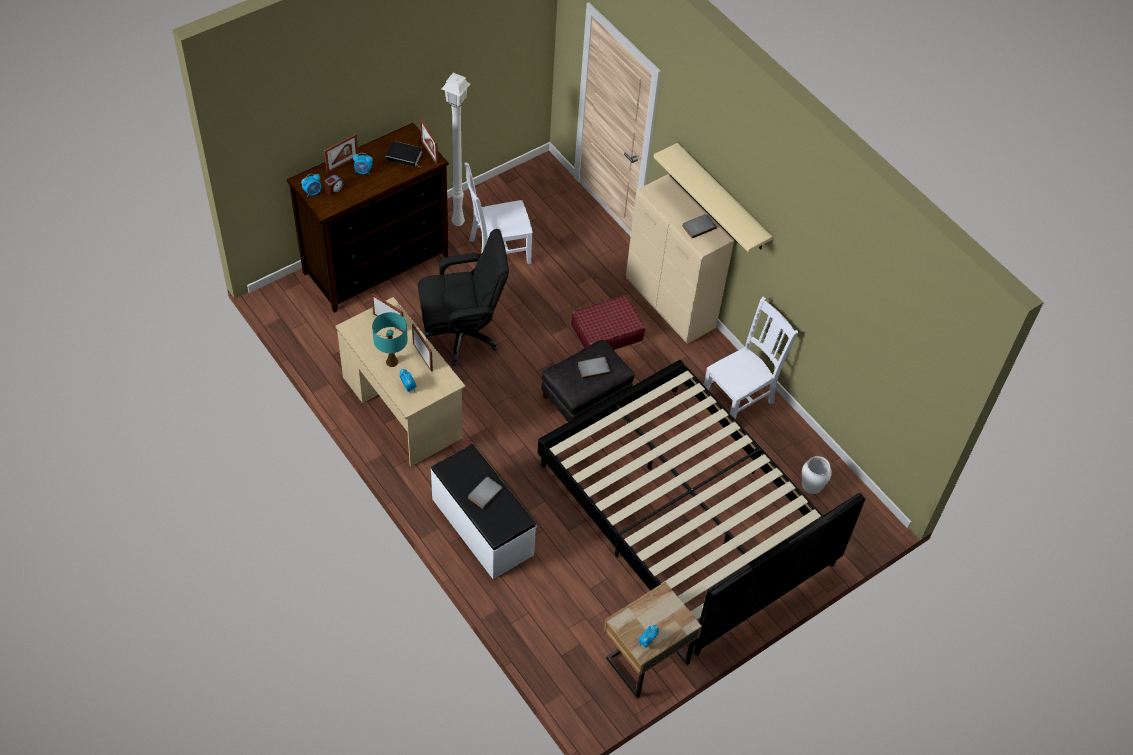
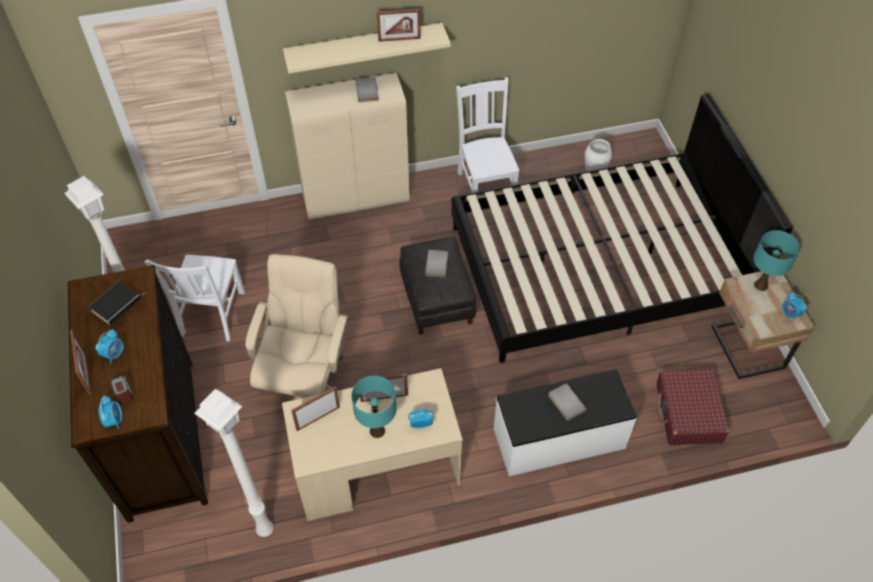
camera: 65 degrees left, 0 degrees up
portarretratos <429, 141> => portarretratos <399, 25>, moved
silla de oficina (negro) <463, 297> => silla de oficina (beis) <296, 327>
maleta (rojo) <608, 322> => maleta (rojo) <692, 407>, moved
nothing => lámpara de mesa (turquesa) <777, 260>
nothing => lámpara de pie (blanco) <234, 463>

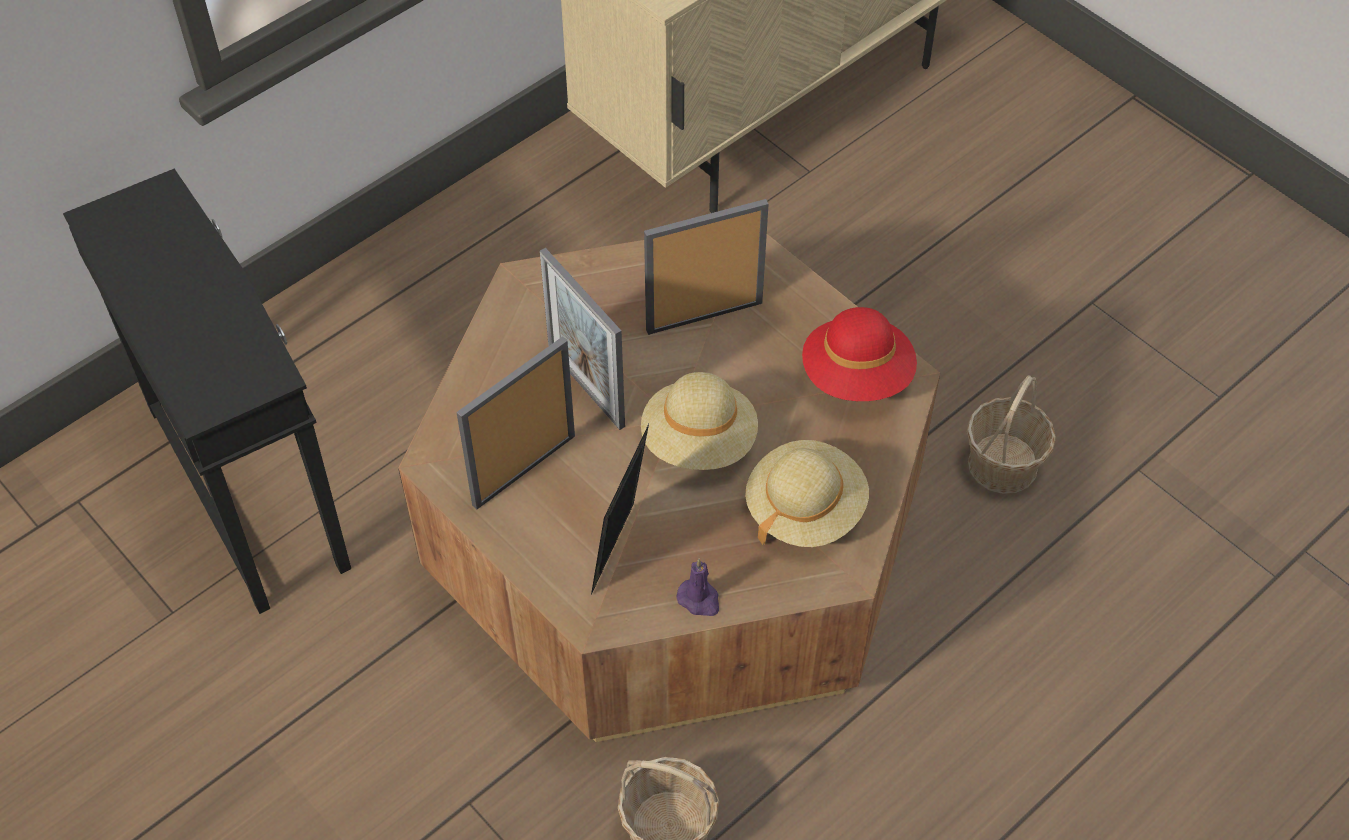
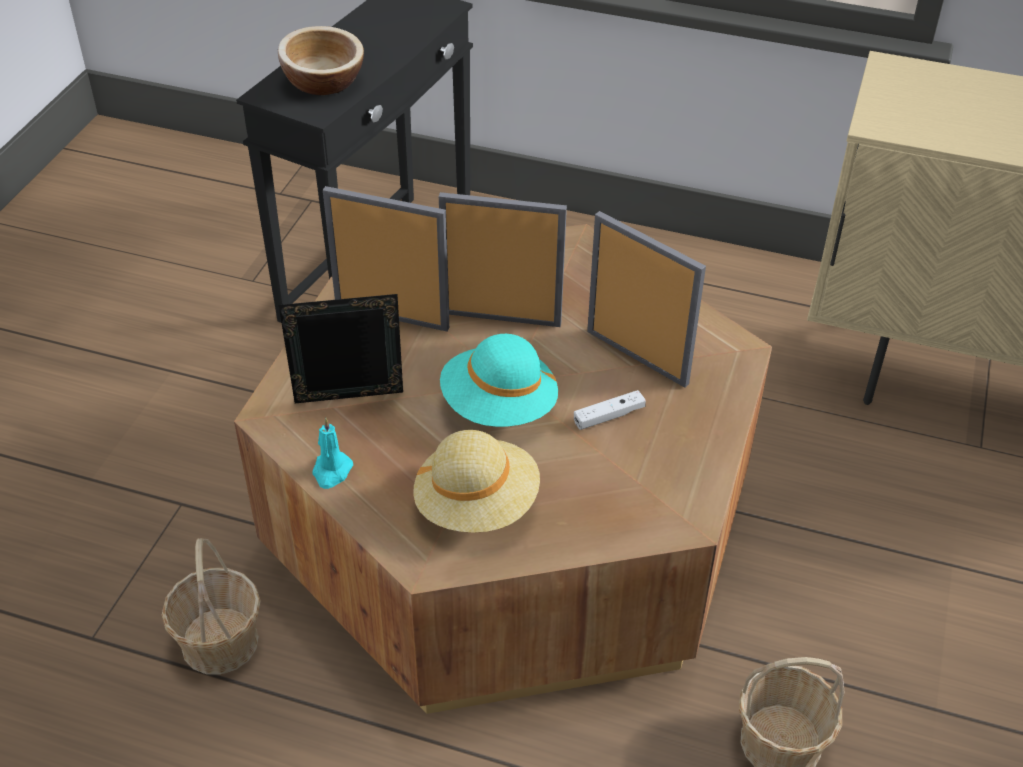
camera: 60 degrees right, 10 degrees down
portarretratos <582, 339> => portarretratos <503, 259>, 75 degrees clockwise
sombrero (rojo) <859, 354> => nothing
sombrero (beis) <699, 421> => sombrero (turquesa) <499, 380>
vela (morado) <697, 587> => vela (turquesa) <332, 453>
nothing => cuenco <321, 60>
nothing => mando de consola (blanco) <610, 410>

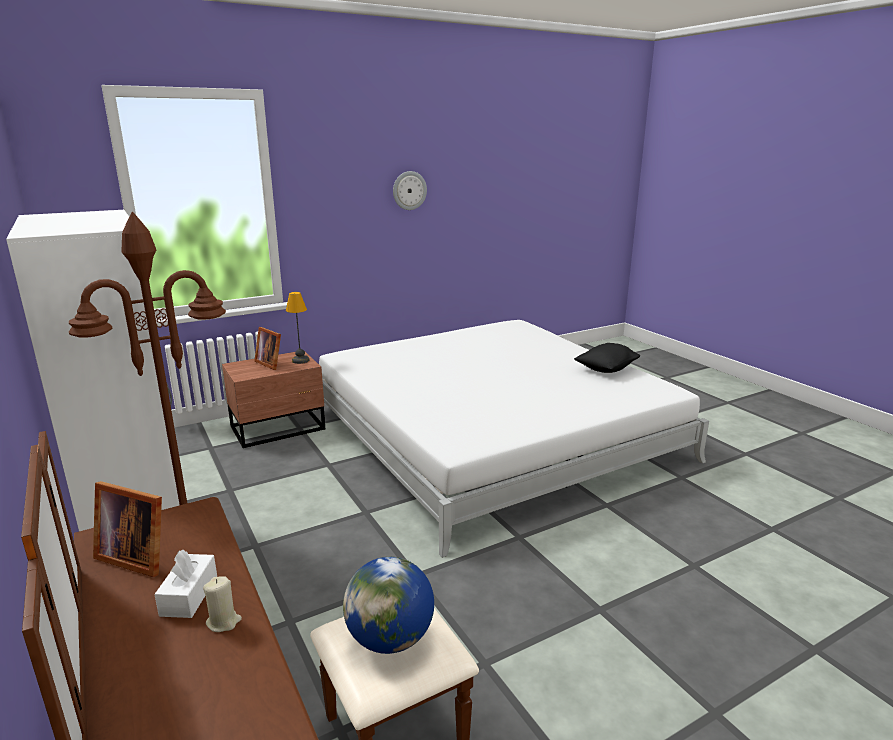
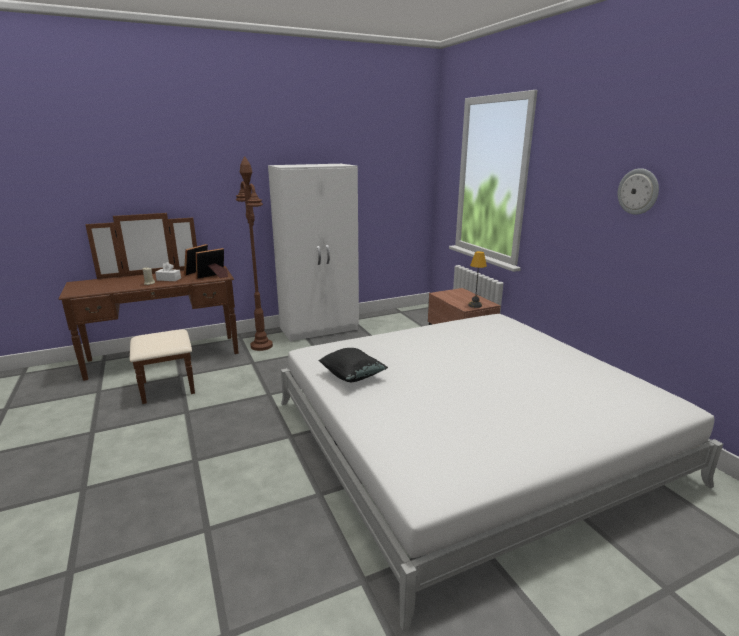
camera: 95 degrees right, 0 degrees up
portarretratos <267, 348> => portarretratos <212, 263>, moved
cojín (negro) <607, 358> => cojín (negro) <353, 365>, moved
globo terráqueo <388, 605> => nothing

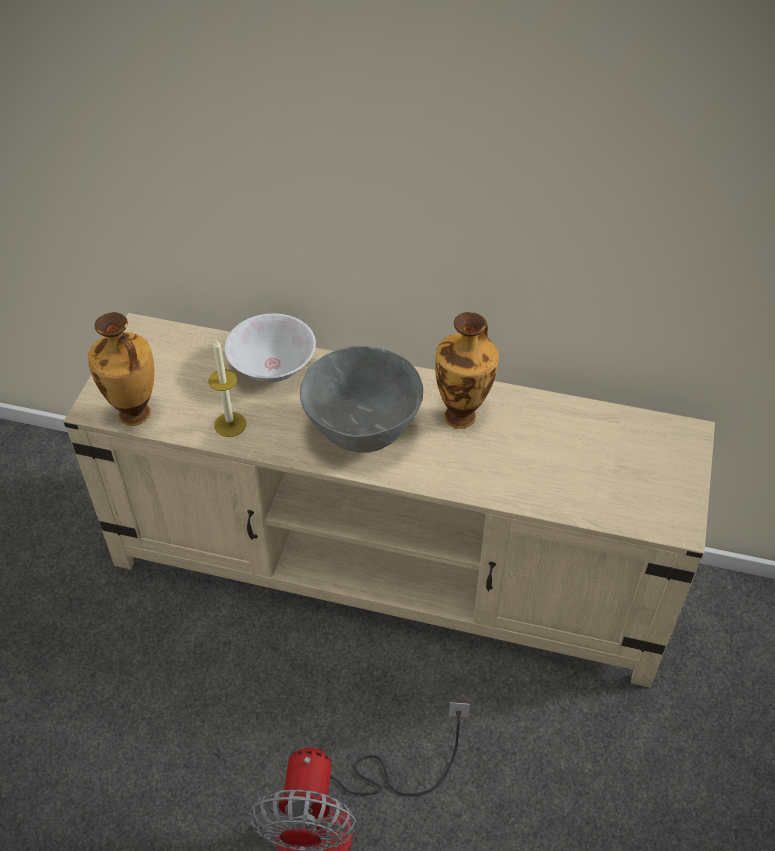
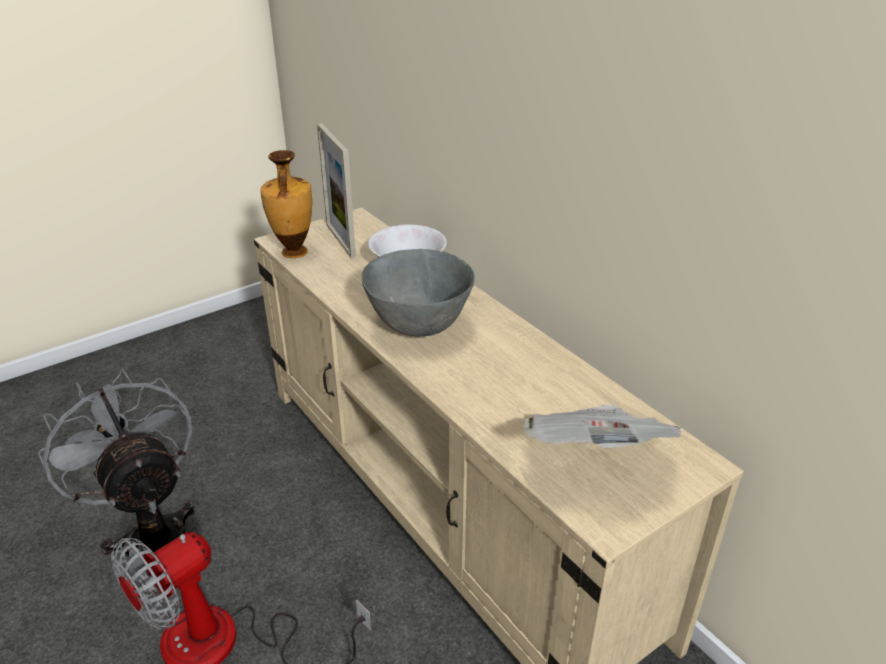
camera: 40 degrees right, 15 degrees down
florero <467, 370> => nothing
vela <227, 388> => nothing
nothing => portarretratos <336, 190>
nothing => ventilador (gris) <116, 462>
nothing => periódico <602, 427>

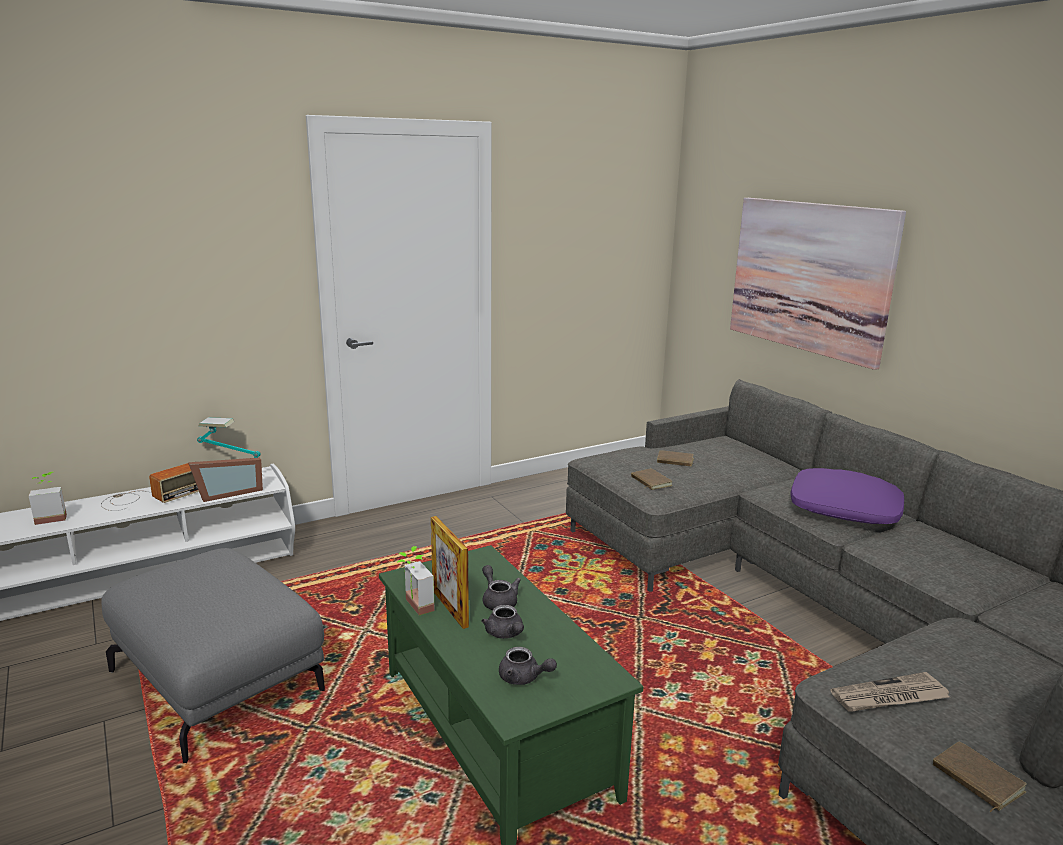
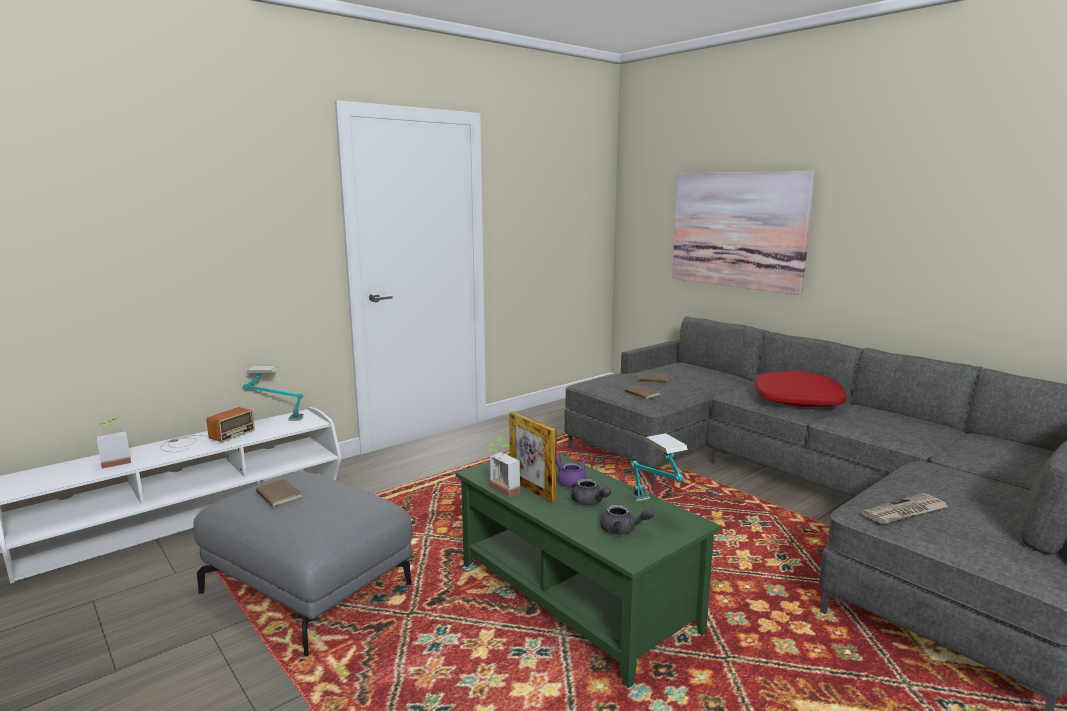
camera: 10 degrees left, 5 degrees down
portarretratos <225, 480> => nothing
cojín (morado) <847, 496> => cojín (rojo) <801, 389>
tetera (gris) <501, 587> => tetera (morado) <571, 470>
libro (marrón) <980, 776> => libro (marrón) <279, 493>, moved
nothing => lámpara de mesa <657, 468>

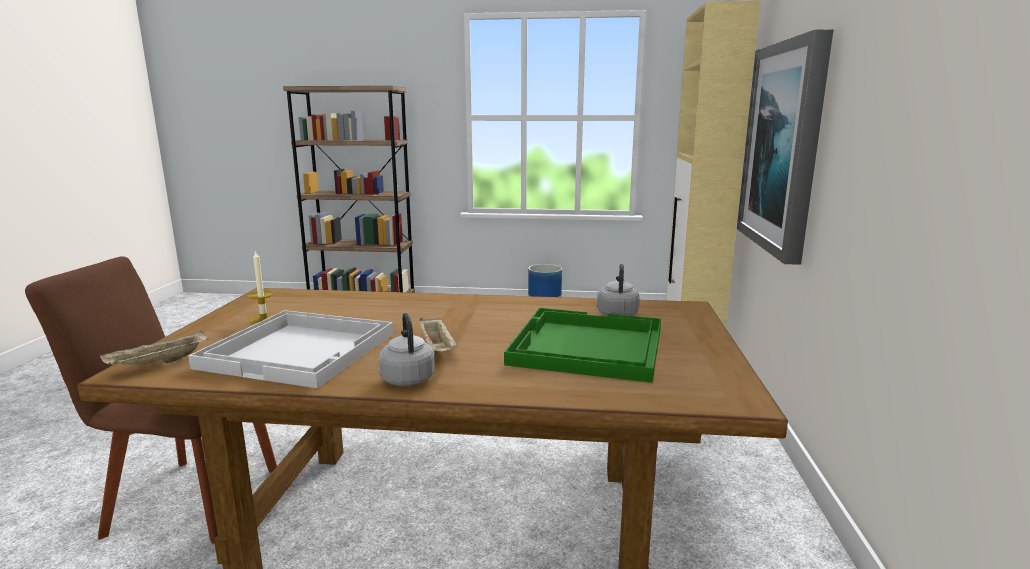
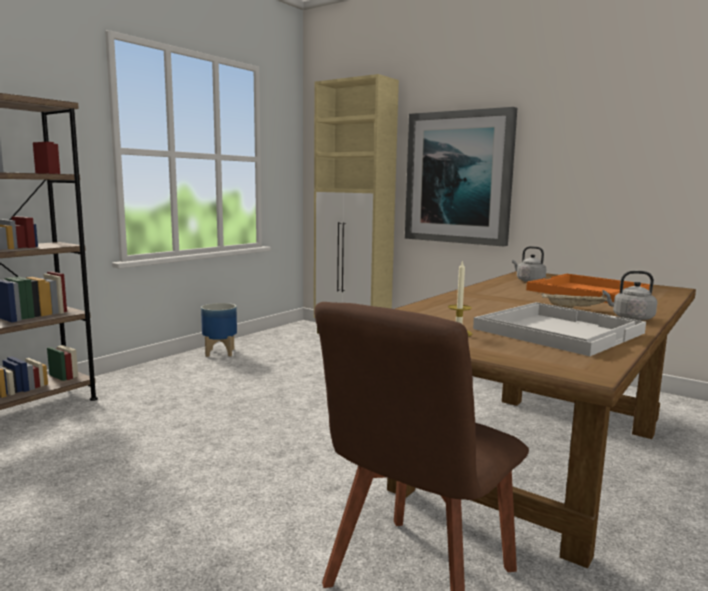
camera: 60 degrees left, 5 degrees down
bandeja (verde) <582, 345> => bandeja (naranja) <588, 288>
bandeja (beis) <154, 347> => nothing

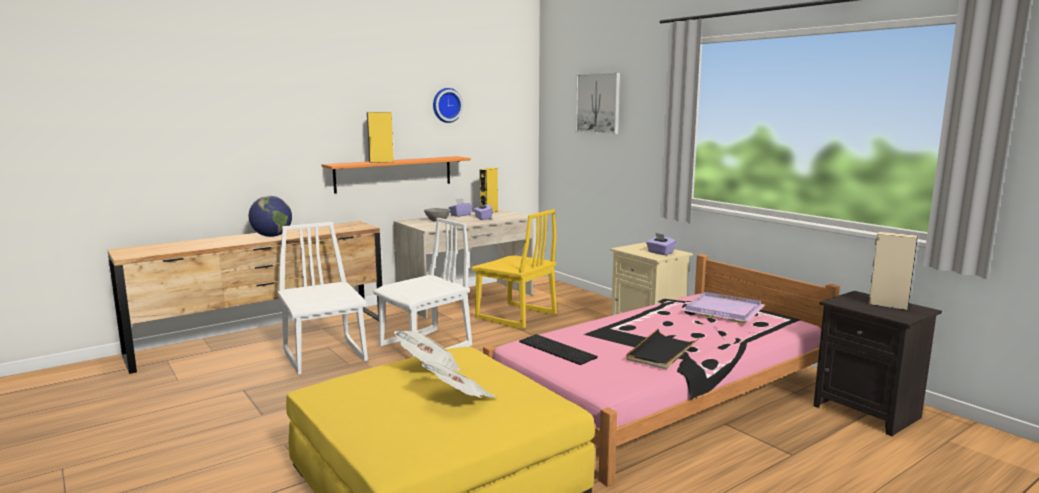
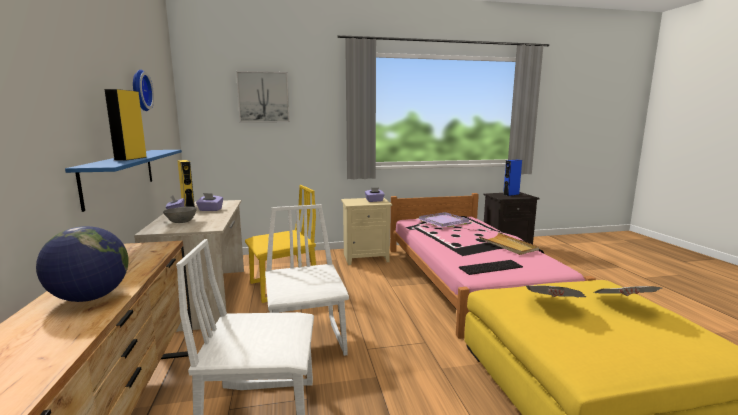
camera: 65 degrees left, 0 degrees up
estante (naranja) <396, 174> => estante (azul) <123, 181>
altavoz (beis) <893, 271> => altavoz (azul) <512, 178>
bandeja (negro) <663, 349> => bandeja (beis) <509, 244>

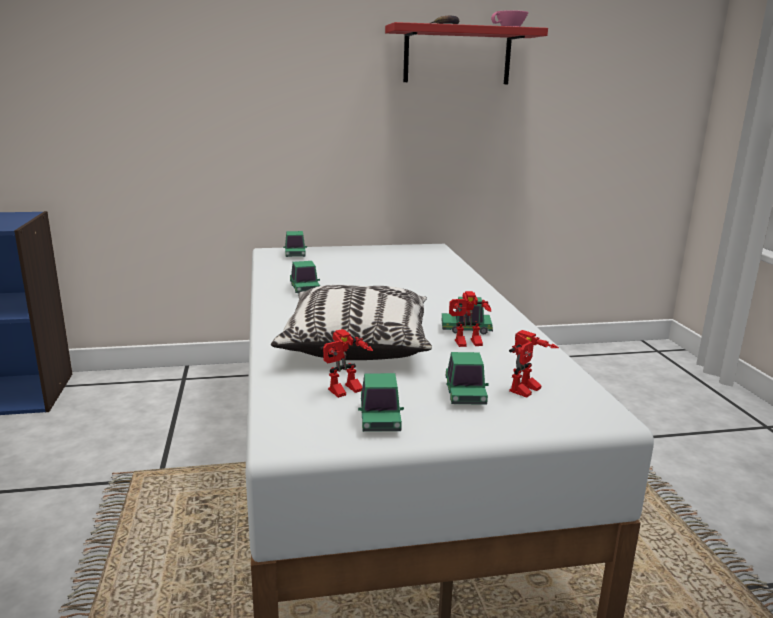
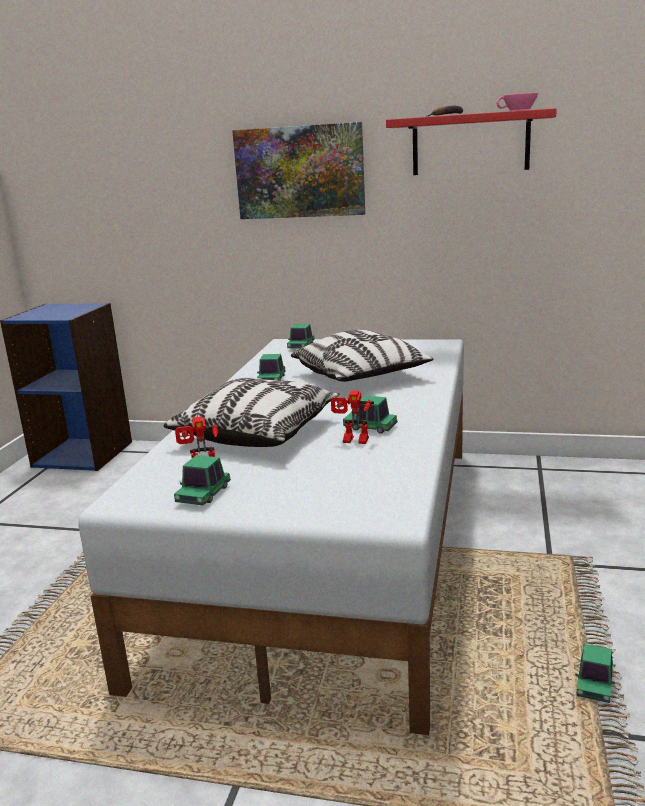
camera: 25 degrees right, 0 degrees up
robot de juguete <534, 364> => nothing
coche de juguete <467, 378> => coche de juguete <595, 673>, moved
nothing => cuadro <298, 170>
nothing => cojín <362, 356>

